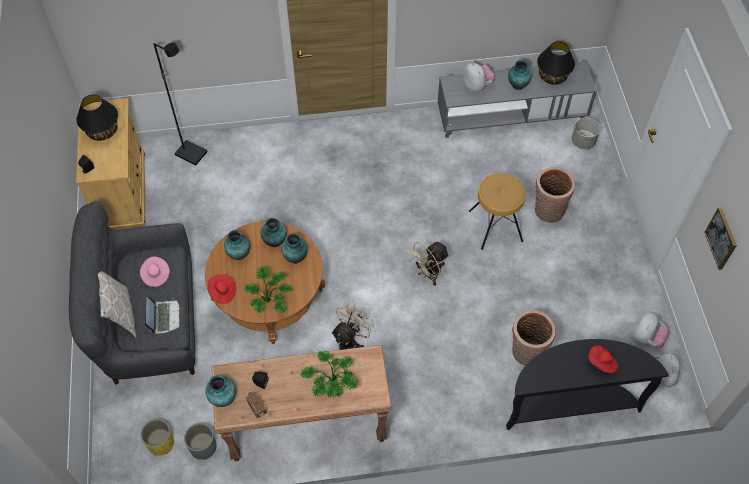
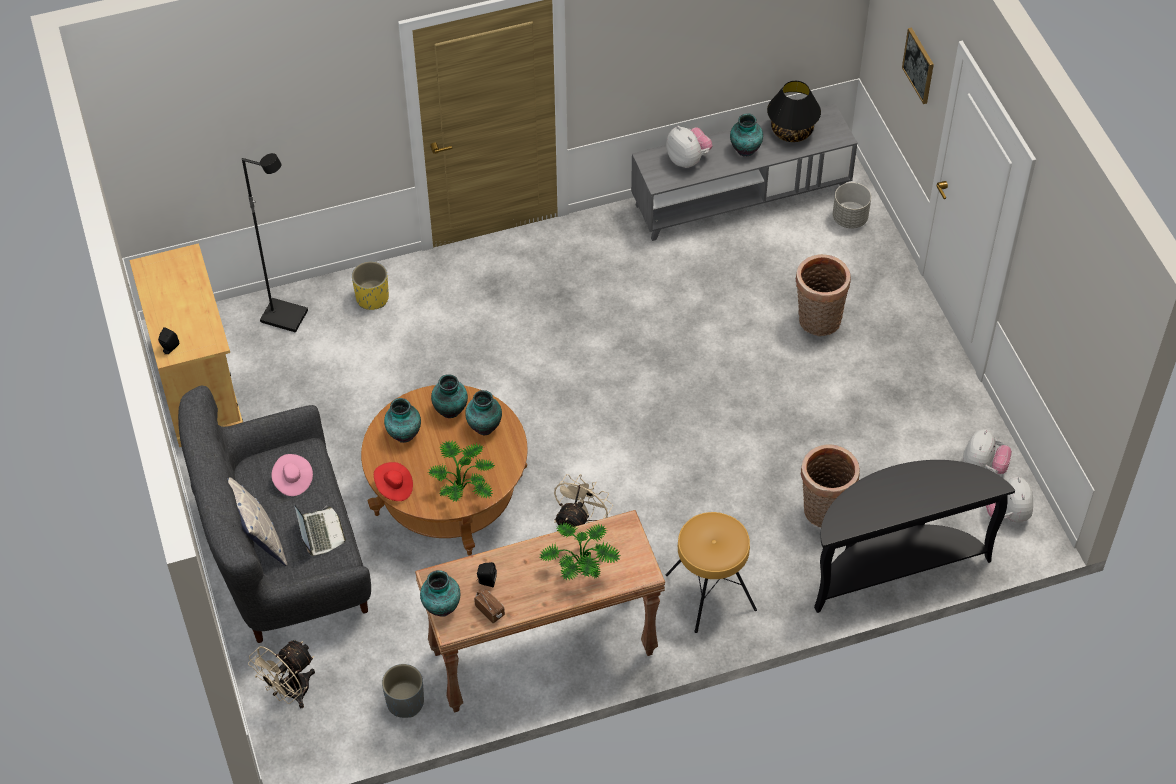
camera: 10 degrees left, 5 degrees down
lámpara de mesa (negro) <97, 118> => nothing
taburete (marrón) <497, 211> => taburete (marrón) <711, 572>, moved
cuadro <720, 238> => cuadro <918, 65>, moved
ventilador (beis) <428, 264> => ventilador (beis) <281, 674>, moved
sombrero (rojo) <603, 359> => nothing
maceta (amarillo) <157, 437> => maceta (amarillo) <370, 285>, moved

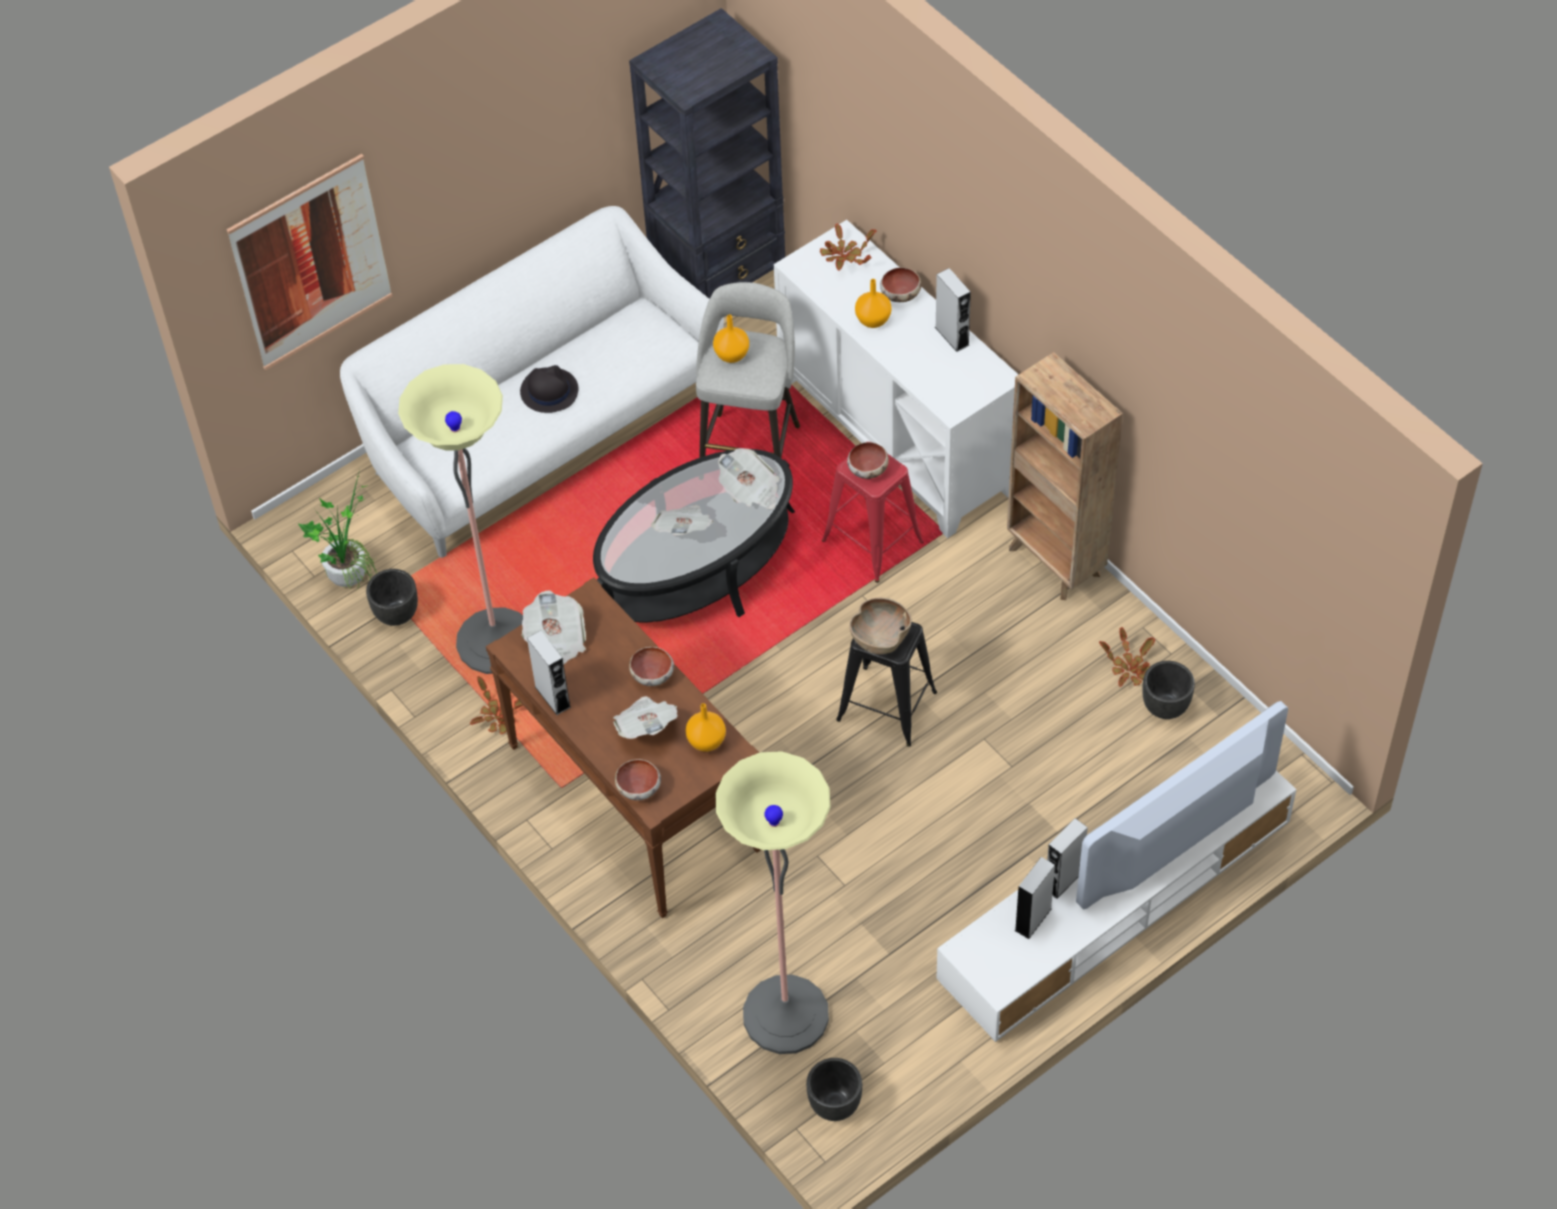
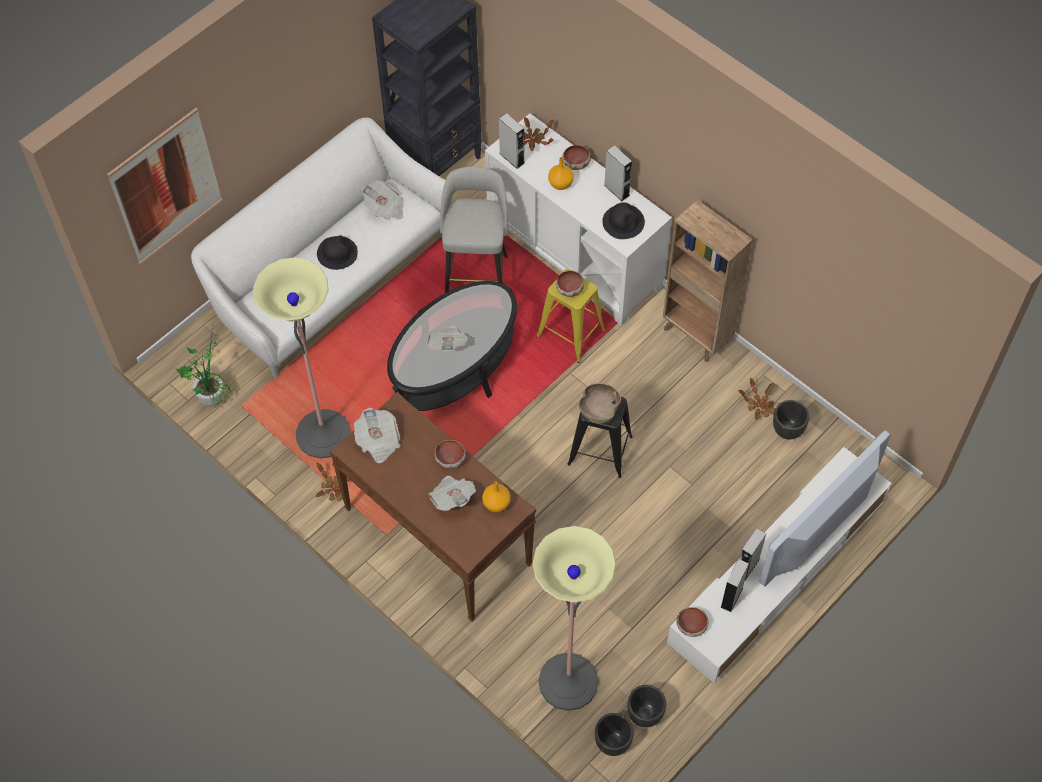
camera: 10 degrees left, 5 degrees up
florero (naranja) <731, 338> => nothing
periódico <748, 478> => periódico <382, 200>, moved
taburete (rojo) <873, 518> => taburete (amarillo) <571, 316>
maceta (negro) <392, 597> => maceta (negro) <646, 706>, moved
altavoz (gris) <549, 672> => altavoz (gris) <512, 141>, moved
cuenco <638, 779> => cuenco <692, 622>, moved
nothing => sombrero (negro) <623, 221>

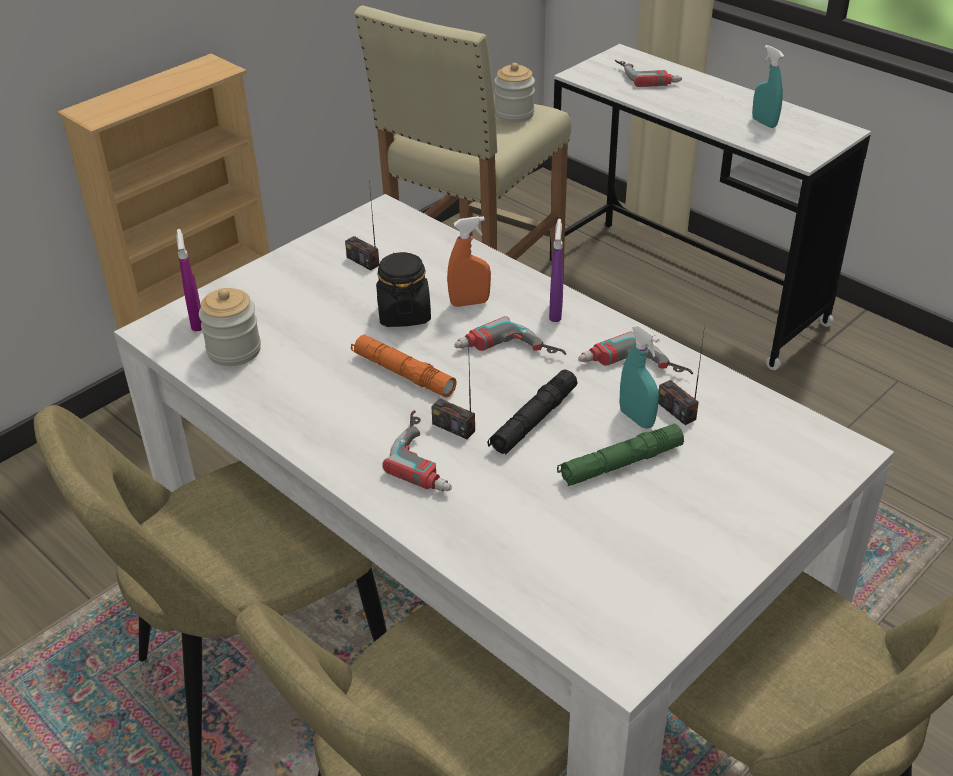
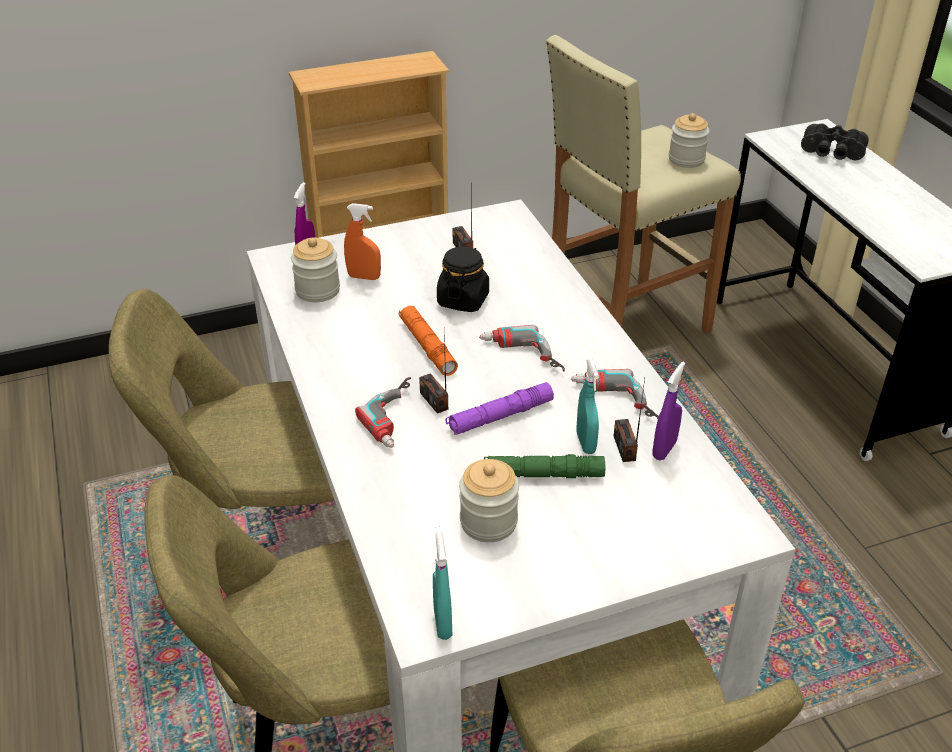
camera: 25 degrees right, 0 degrees up
pulverizador (turquesa) <768, 86> => pulverizador (turquesa) <442, 583>, moved
taladro <648, 73> => prismáticos (negro) <835, 141>
pulverizador (naranja) <469, 261> => pulverizador (naranja) <362, 241>, moved
pulverizador (morado) <556, 270> => pulverizador (morado) <669, 411>, moved
linterna (negro) <532, 412> => linterna (morado) <499, 408>
nothing => tarro <489, 500>

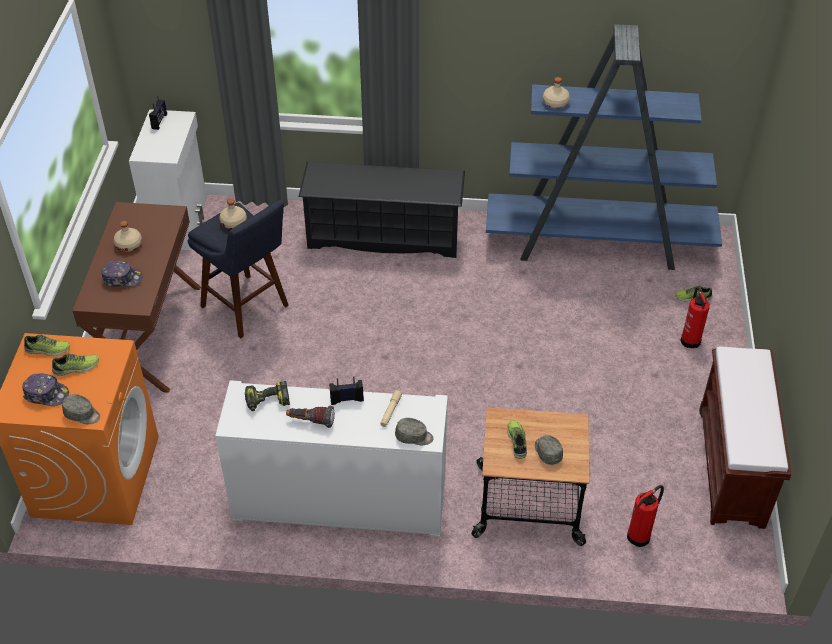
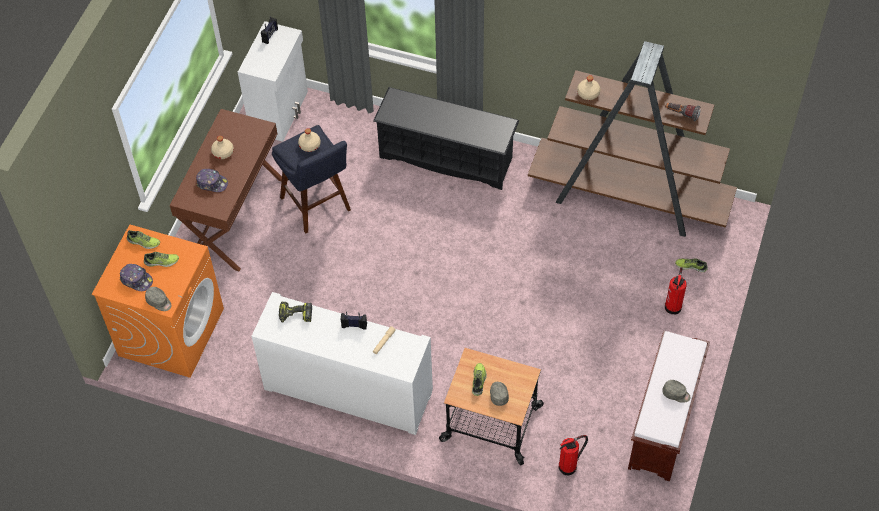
camera: 15 degrees right, 10 degrees up
estantería (azul) <604, 147> => estantería (marrón) <632, 139>
linterna <310, 417> => linterna <682, 112>, moved
gorra (gris) <414, 431> => gorra (gris) <676, 391>, moved

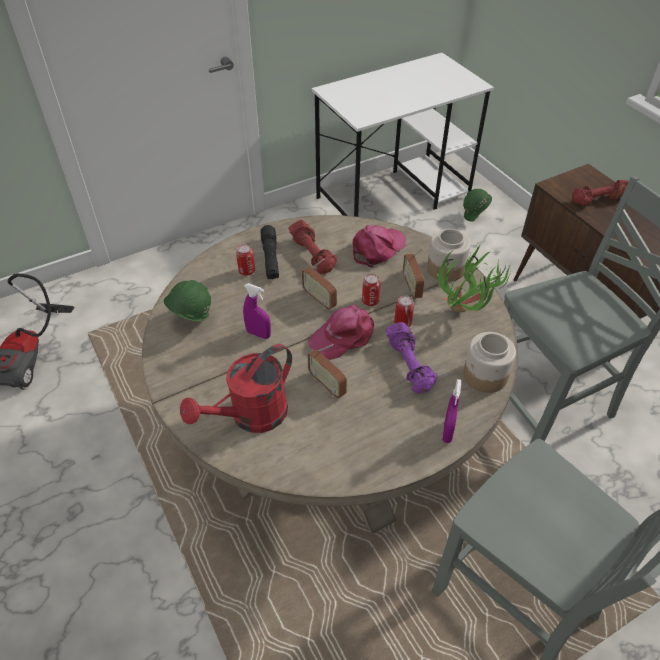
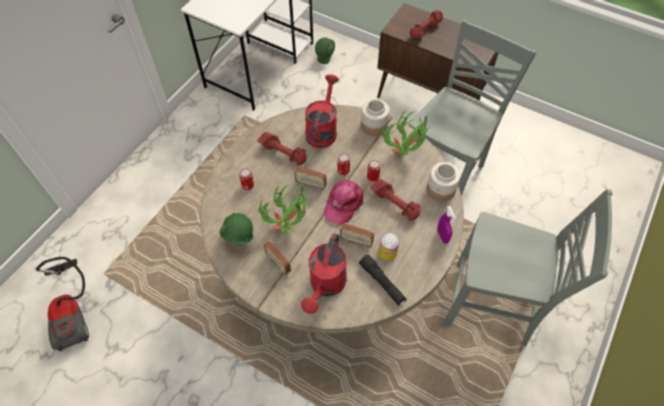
camera: 30 degrees left, 10 degrees up
linterna (negro) <269, 252> => linterna (negro) <382, 280>, moved
gorra (rosa) <379, 246> => regadera (rojo) <322, 111>
radio <413, 273> => radio <277, 258>, moved
pulverizador (morado) <257, 311> => planta en maceta <284, 208>
mancuerna (morado) <412, 358> => mancuerna (rojo) <395, 200>
nothing => lata <389, 246>

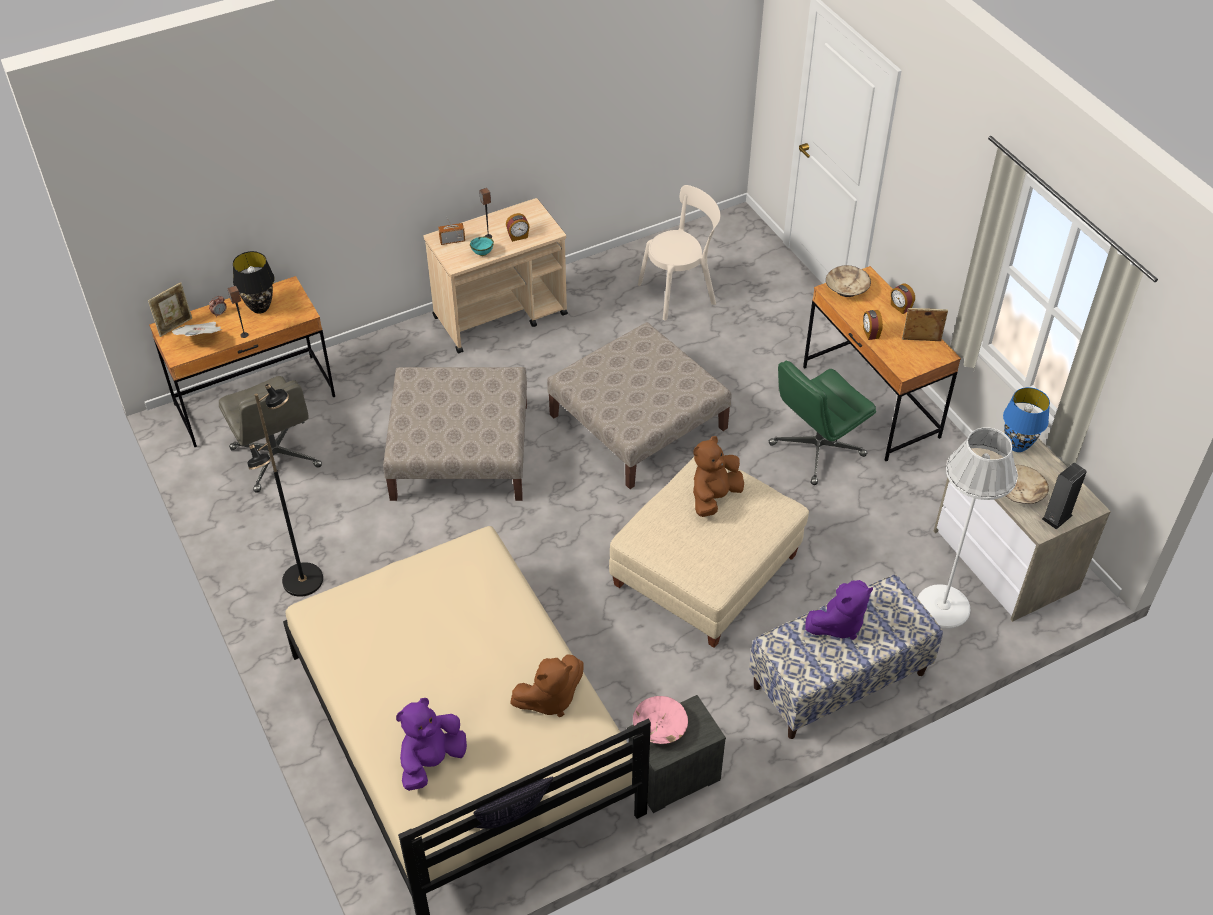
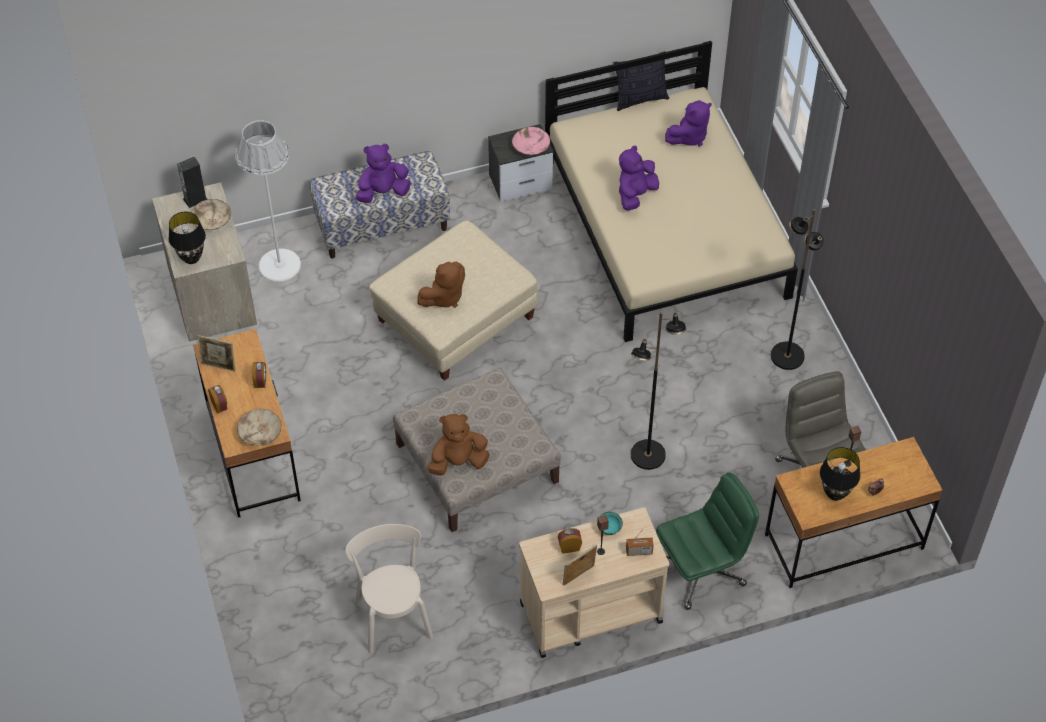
camera: 170 degrees left, 5 degrees up
silla (beis) <679, 253> => silla (beis) <389, 588>, 90 degrees clockwise
portarretratos <170, 309> => portarretratos <579, 565>, moved
periódico <197, 329> => nothing
silla de oficina (verde) <822, 422> => silla de oficina (verde) <707, 541>, moved
puf (beis) <455, 434> => lámpara de pie (negro) <658, 391>
lámpara de mesa (azul) <1026, 419> => lámpara de mesa (negro) <187, 238>
peluche (marrón) <547, 685> => peluche (marrón) <458, 445>, moved
nothing => peluche (morado) <639, 178>

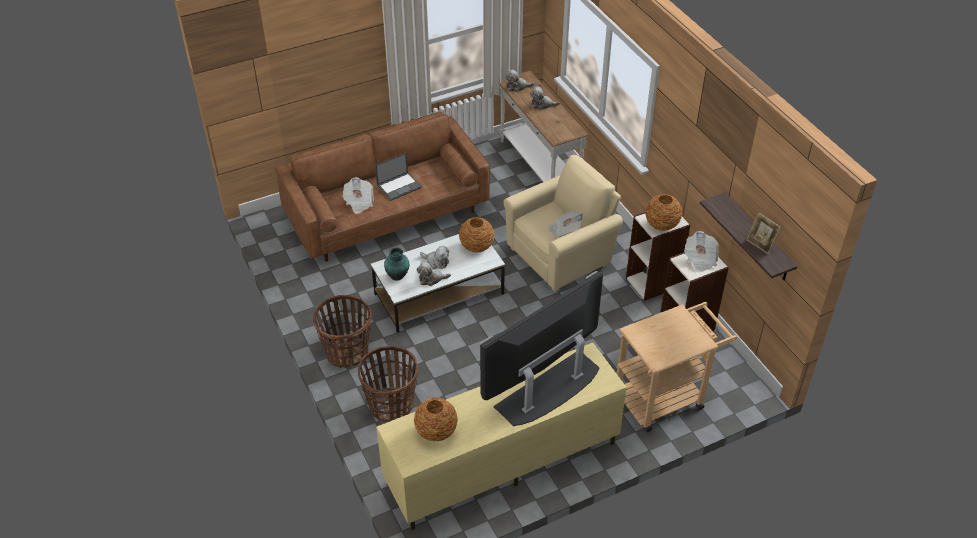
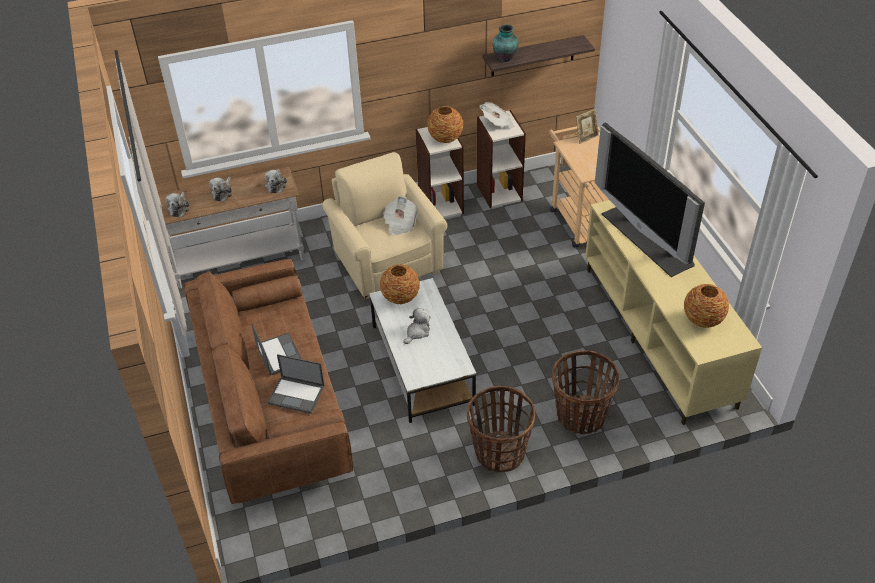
camera: 80 degrees left, 0 degrees up
periódico <358, 195> => portátil <296, 384>
portarretratos <763, 233> => portarretratos <587, 126>, moved
florero <396, 264> => florero <506, 43>, moved
peluche <434, 273> => peluche <276, 181>, moved

